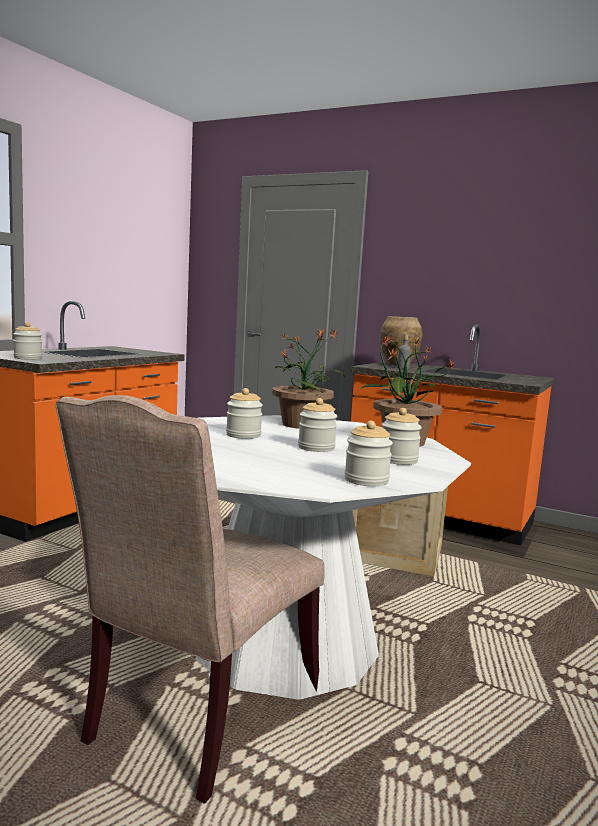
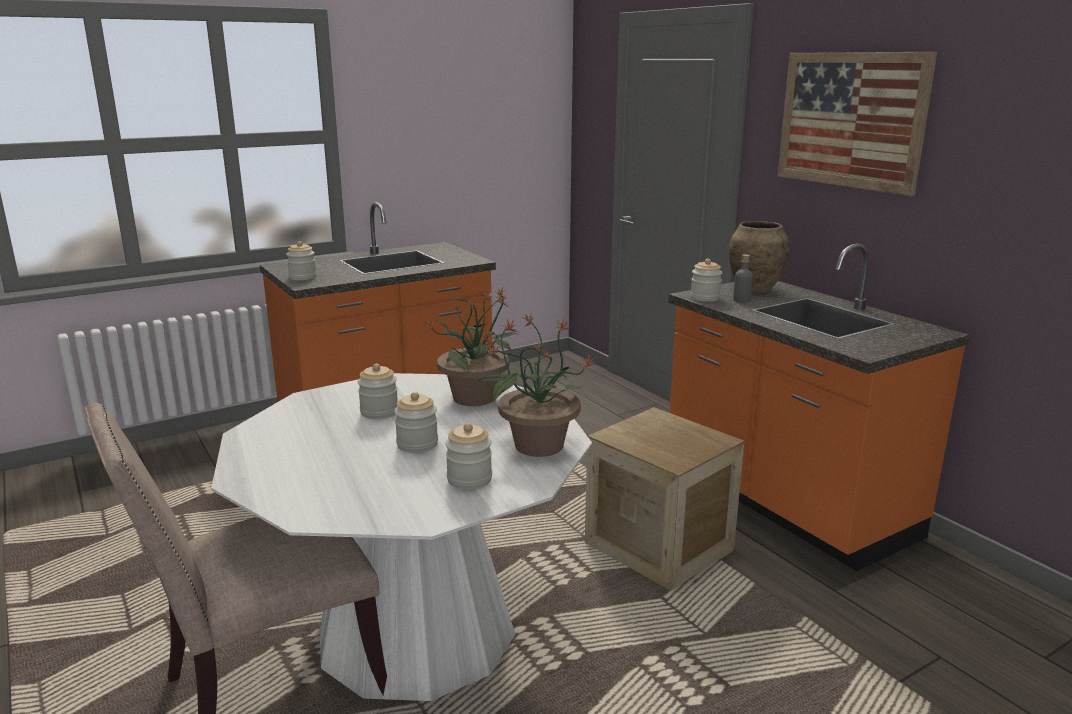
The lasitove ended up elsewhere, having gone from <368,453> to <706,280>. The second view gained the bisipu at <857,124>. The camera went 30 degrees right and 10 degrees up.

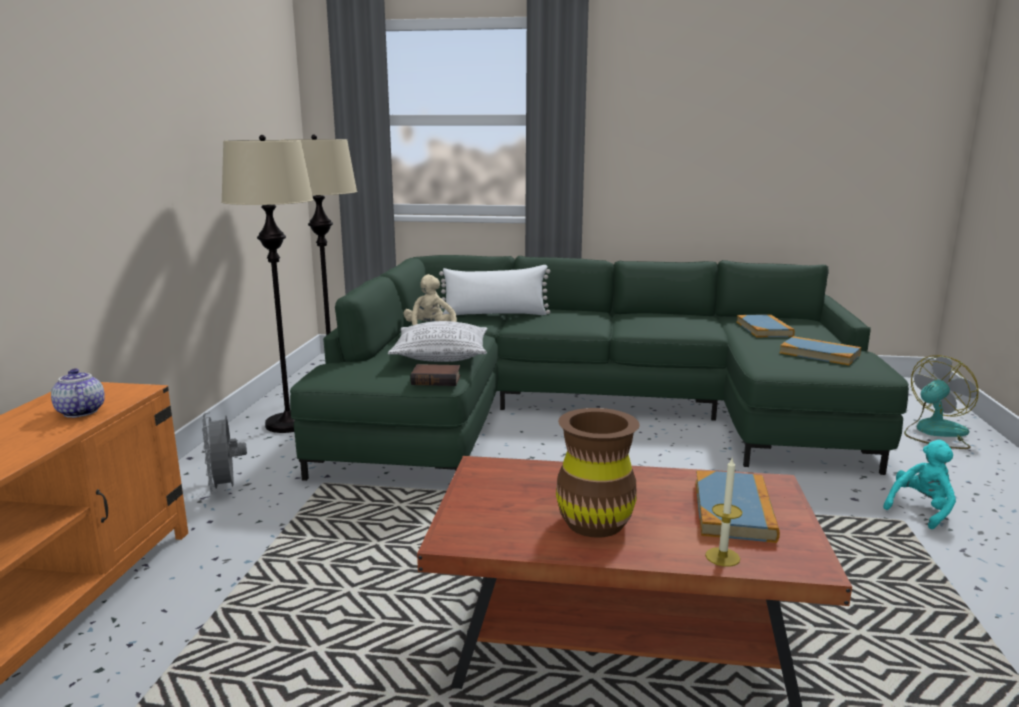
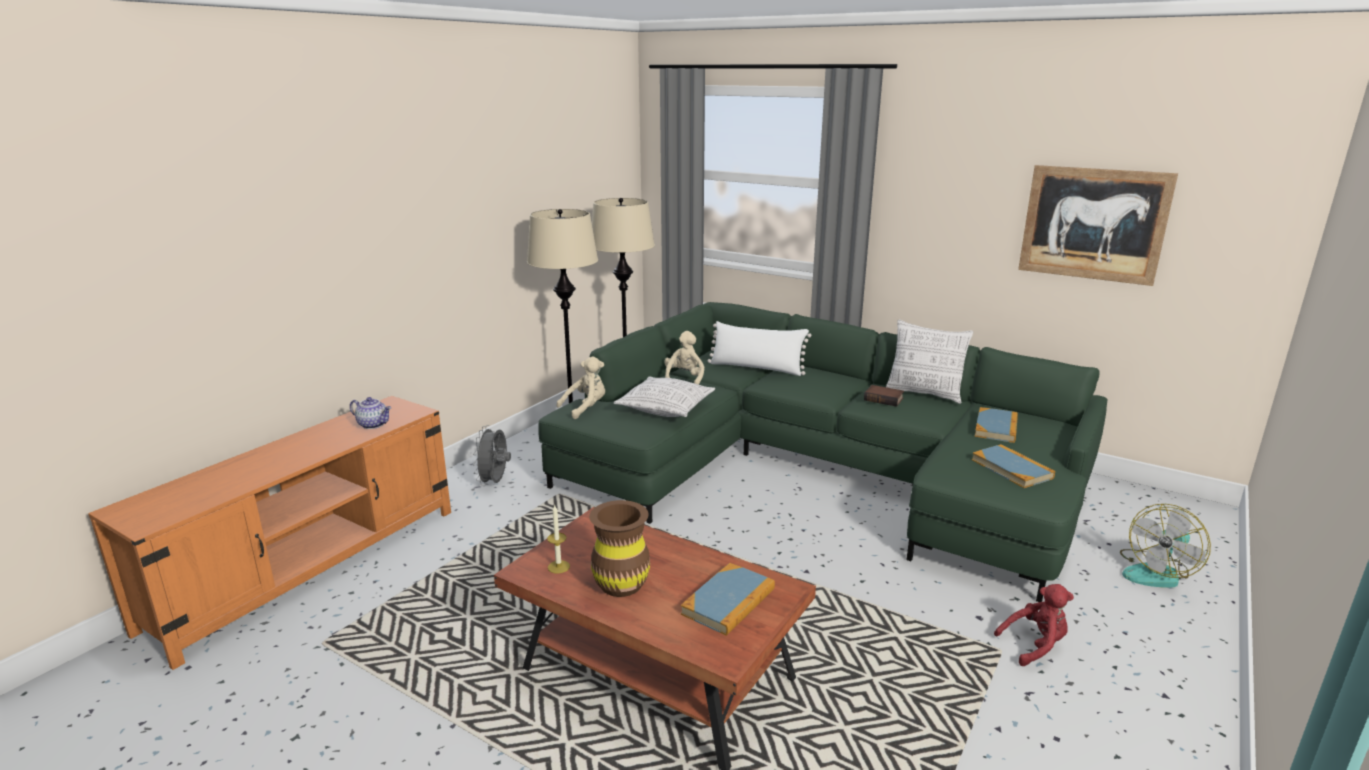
The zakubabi at <941,402> ended up facing another way, 150 degrees clockwise from before. The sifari ended up elsewhere, having gone from <435,375> to <884,396>. The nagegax at <78,393> ended up facing another way, 120 degrees clockwise from before. What was the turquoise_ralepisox at <919,484> turned into the red_ralepisox at <1034,625>. The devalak ended up elsewhere, having gone from <723,511> to <558,539>. The second view gained the bisipu at <1098,225>. The second view gained the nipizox at <929,362>. The second view gained the beige_ralepisox at <580,388>. The camera went 25 degrees right and 5 degrees up.

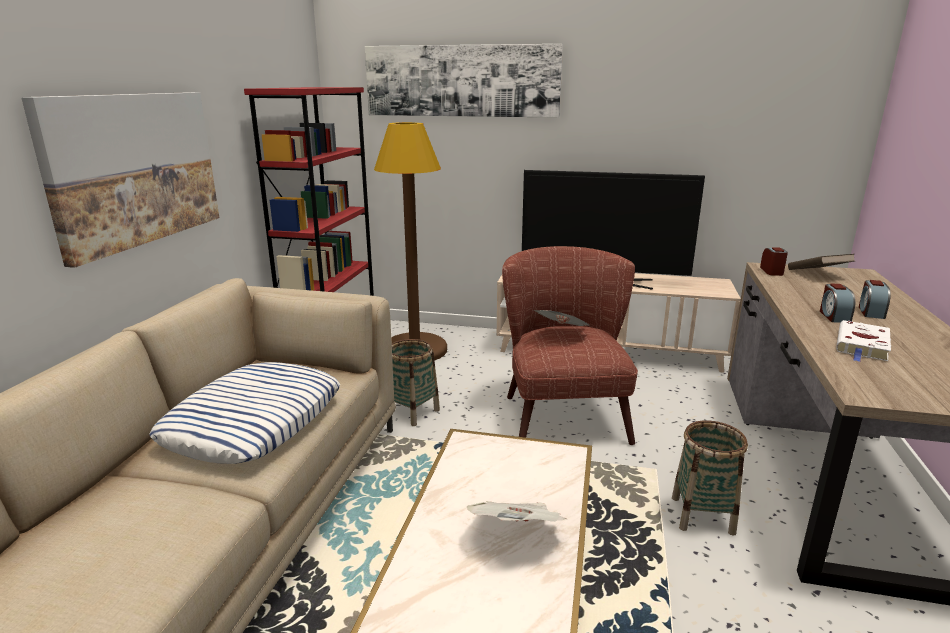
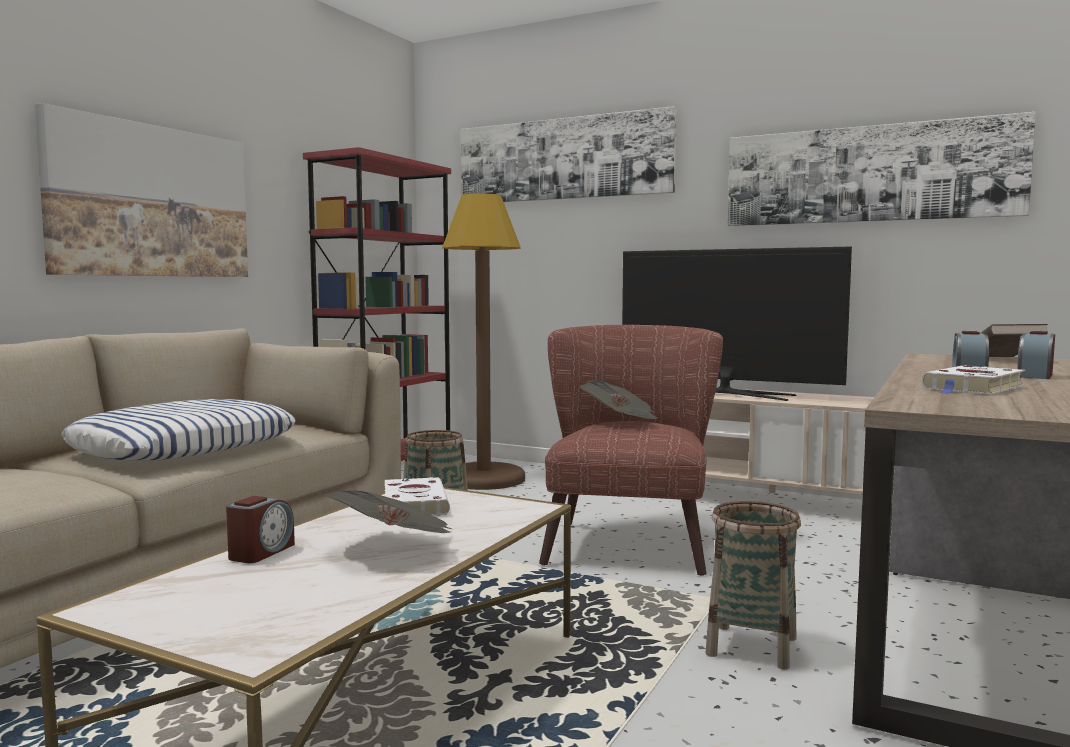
The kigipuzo ended up elsewhere, having gone from <774,261> to <260,529>. The second view gained the bisipu at <882,169>. The second view gained the white_sifari at <417,496>. The camera went 15 degrees right and 15 degrees down.

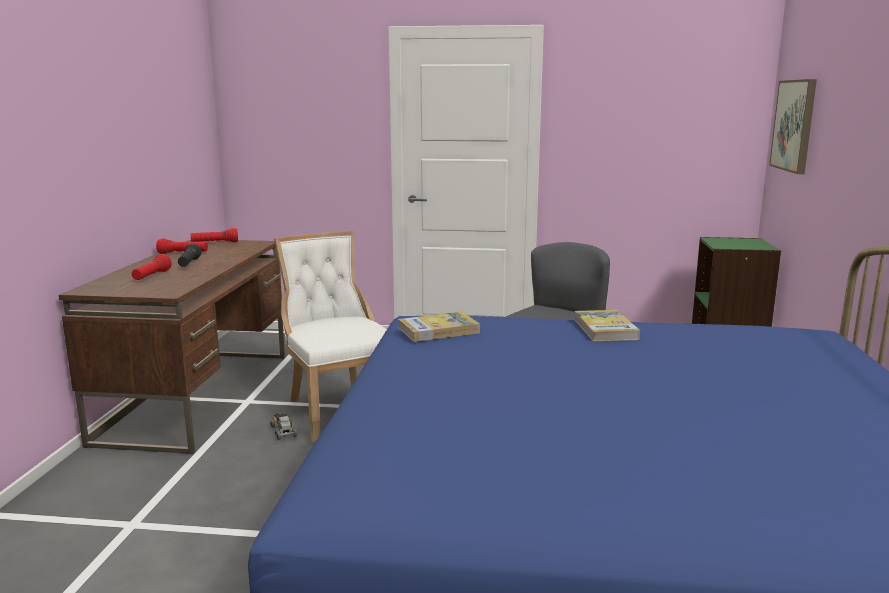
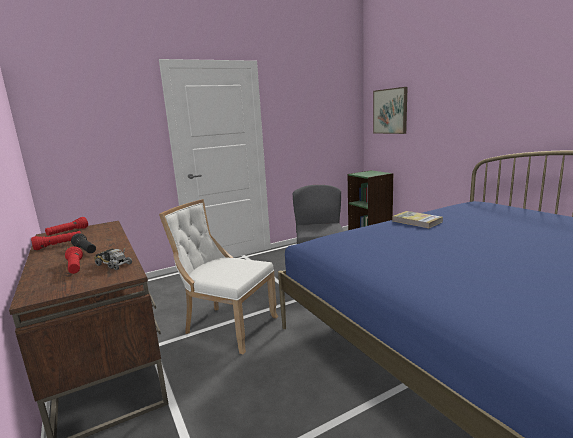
The second view lost the sifari at <439,327>. The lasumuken ended up elsewhere, having gone from <284,426> to <113,259>. The camera went 35 degrees left and 0 degrees up.

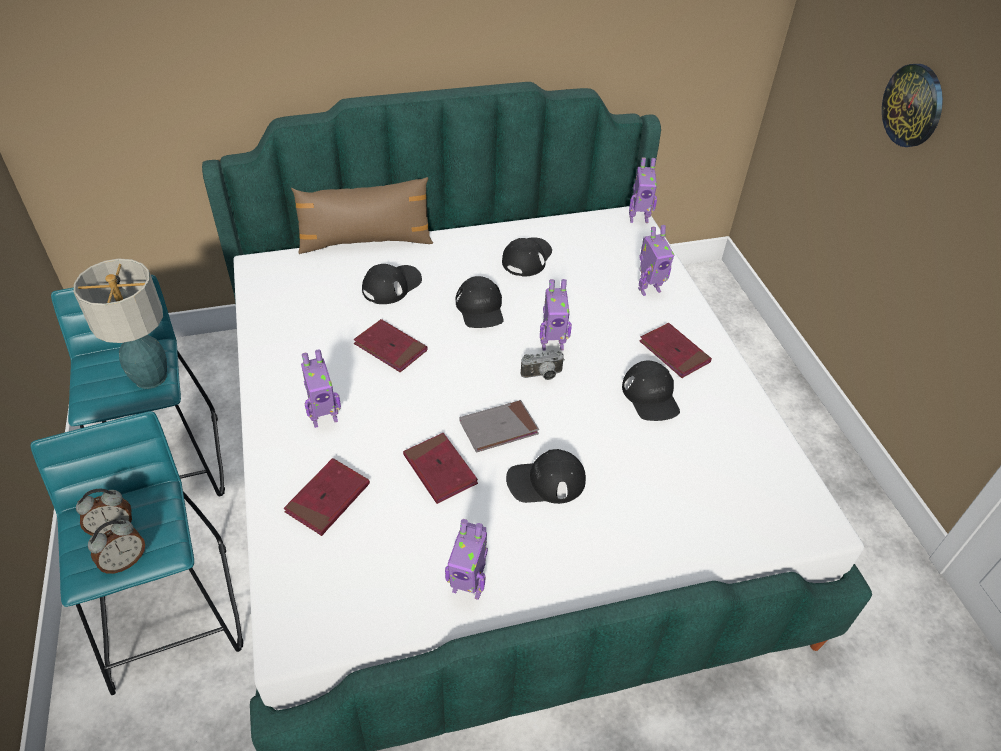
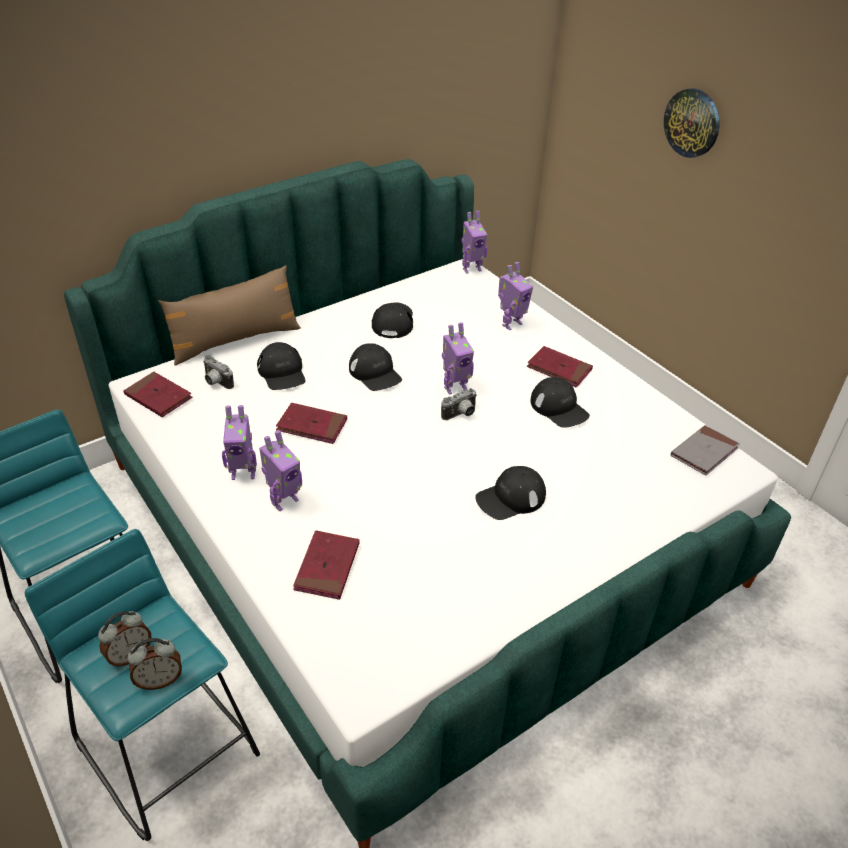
The second view lost the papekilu at <120,324>. The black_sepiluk at <392,283> ended up facing another way, 135 degrees clockwise from before. The grey_sifari ended up elsewhere, having gone from <499,426> to <705,450>. The red_sifari ended up elsewhere, having gone from <440,468> to <157,394>. The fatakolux ended up elsewhere, having gone from <466,559> to <239,442>. The kigipuzo at <116,547> ended up facing another way, 45 degrees clockwise from before. The second view gained the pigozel at <218,371>. The camera went 20 degrees left and 5 degrees down.

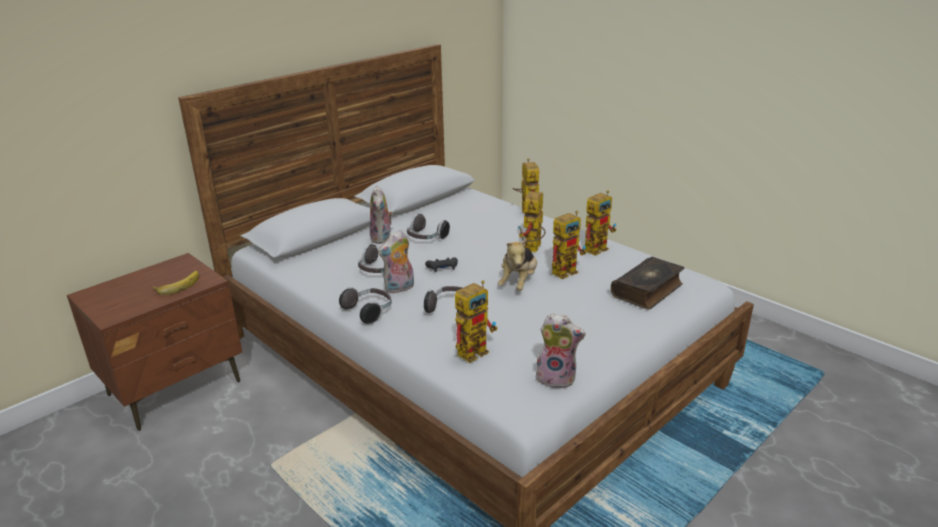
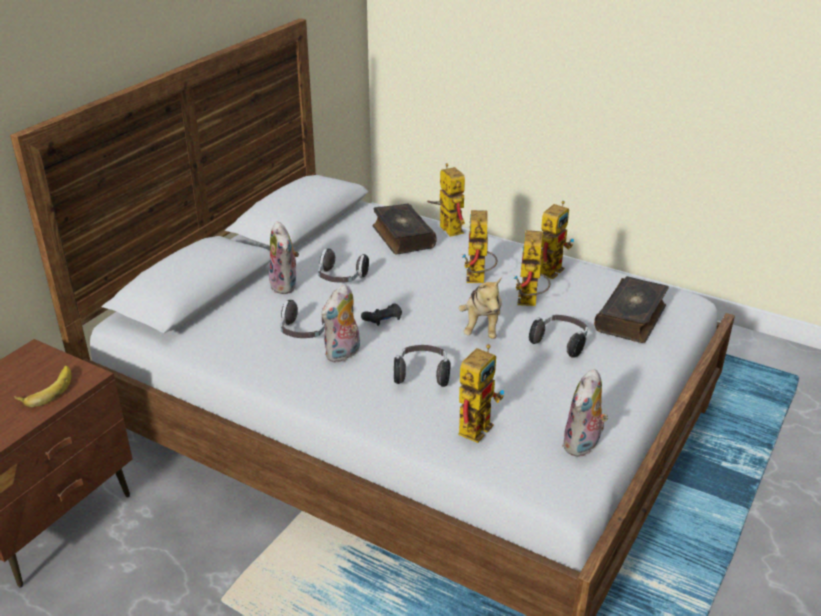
The fatakolux at <569,245> ended up facing another way, 150 degrees clockwise from before. The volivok ended up elsewhere, having gone from <365,305> to <558,336>. The ralepisox at <561,351> ended up facing another way, 120 degrees clockwise from before. The second view gained the sifari at <405,229>. The camera went 15 degrees left and 5 degrees up.

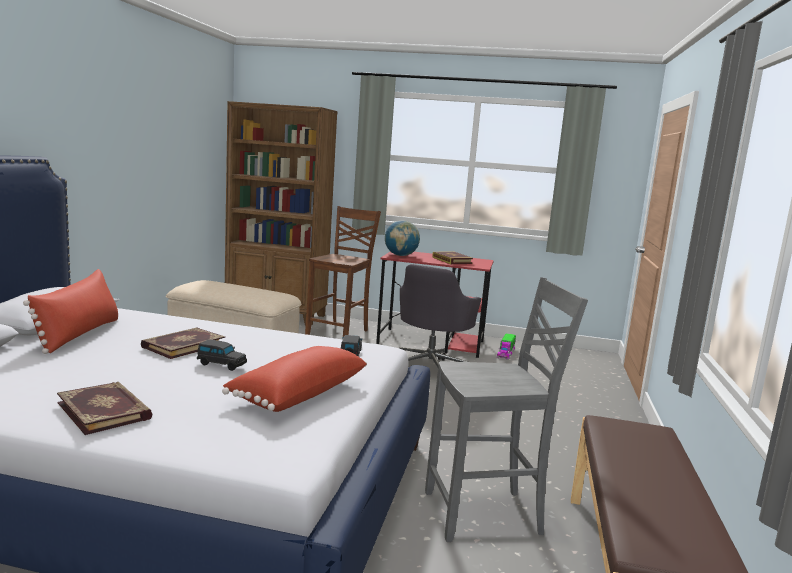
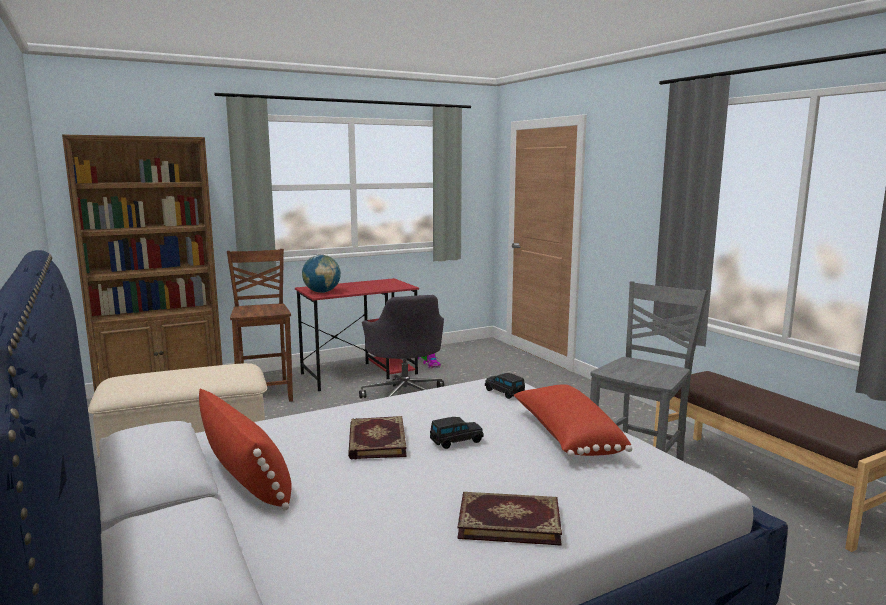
The second view lost the sifari at <452,258>. The camera went 40 degrees left and 0 degrees up.

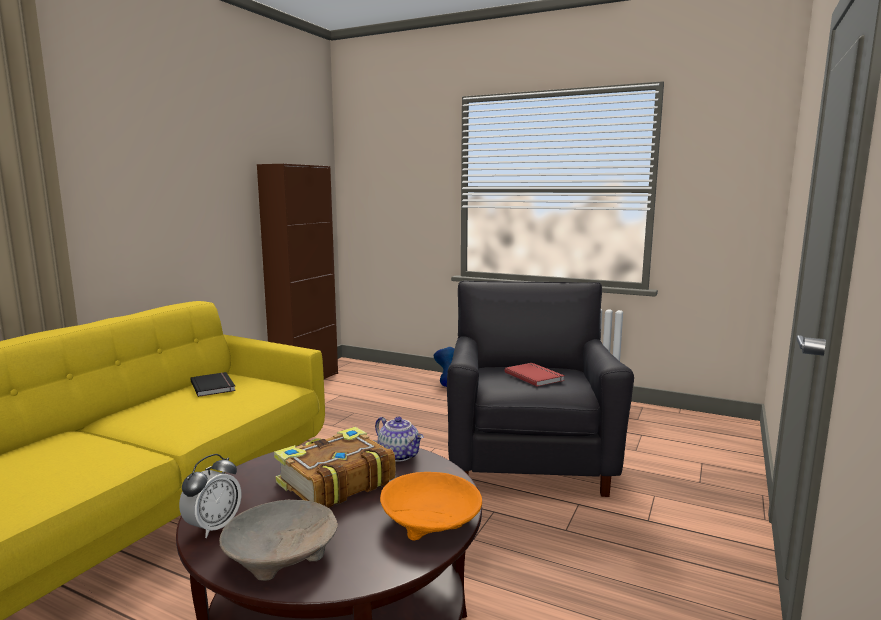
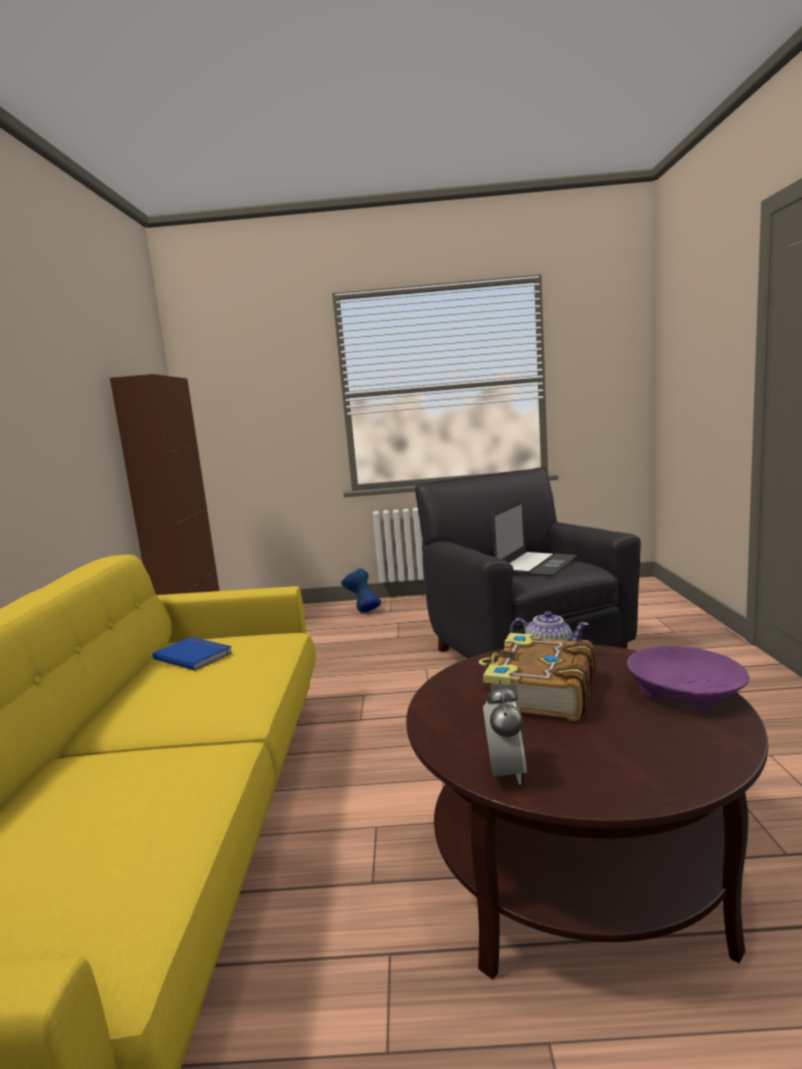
Where the red_sifari stood at <535,375>, the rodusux came to stand at <534,538>. What was the black_sifari at <213,384> turned into the blue_sifari at <192,654>. What was the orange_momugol at <431,506> turned into the purple_momugol at <688,679>. The second view lost the beige_momugol at <278,540>. The camera went 25 degrees left and 0 degrees up.

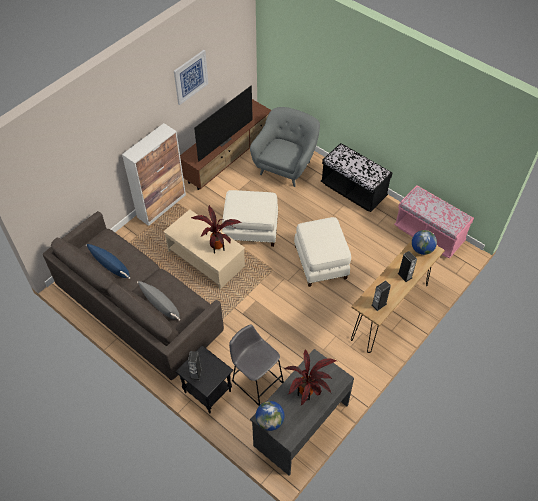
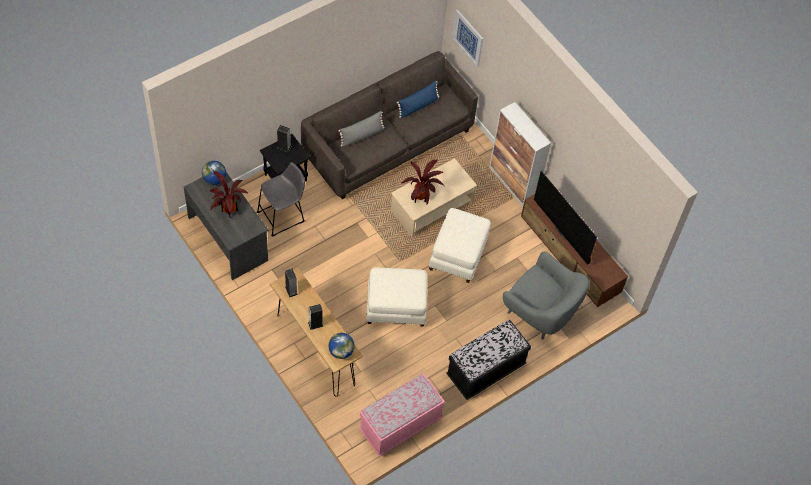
The bisipu ended up elsewhere, having gone from <191,77> to <467,38>. The camera went 100 degrees right and 5 degrees up.

